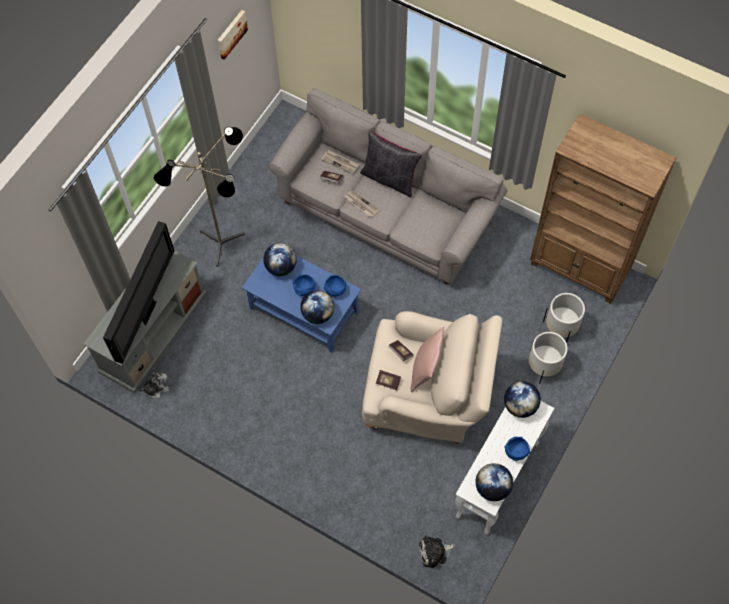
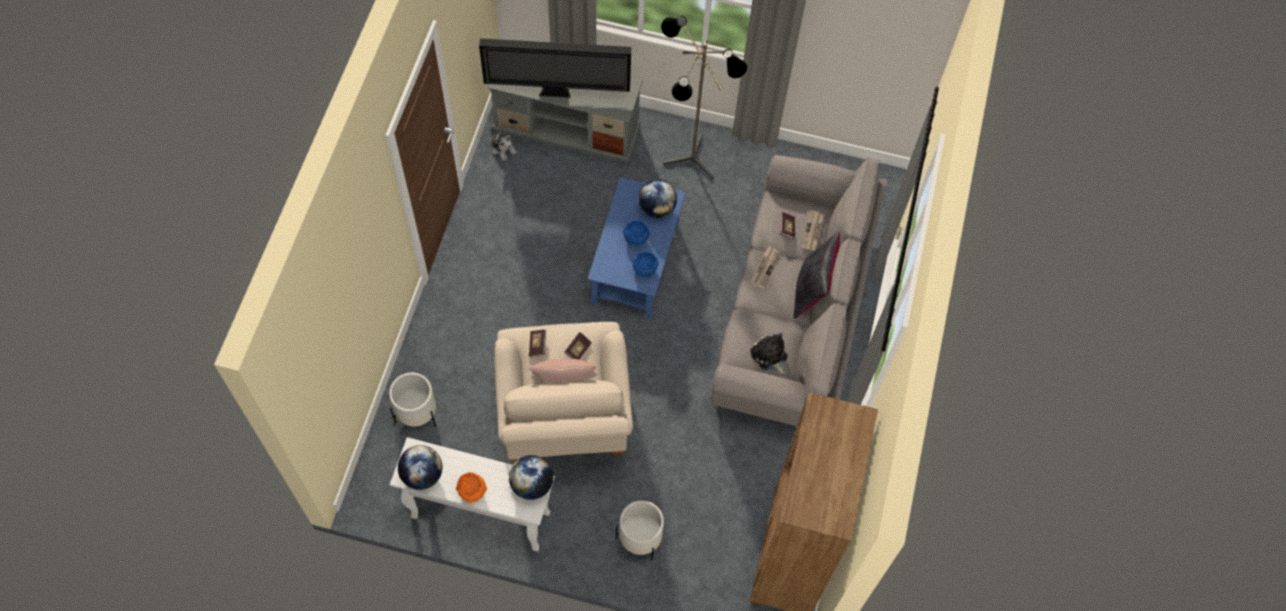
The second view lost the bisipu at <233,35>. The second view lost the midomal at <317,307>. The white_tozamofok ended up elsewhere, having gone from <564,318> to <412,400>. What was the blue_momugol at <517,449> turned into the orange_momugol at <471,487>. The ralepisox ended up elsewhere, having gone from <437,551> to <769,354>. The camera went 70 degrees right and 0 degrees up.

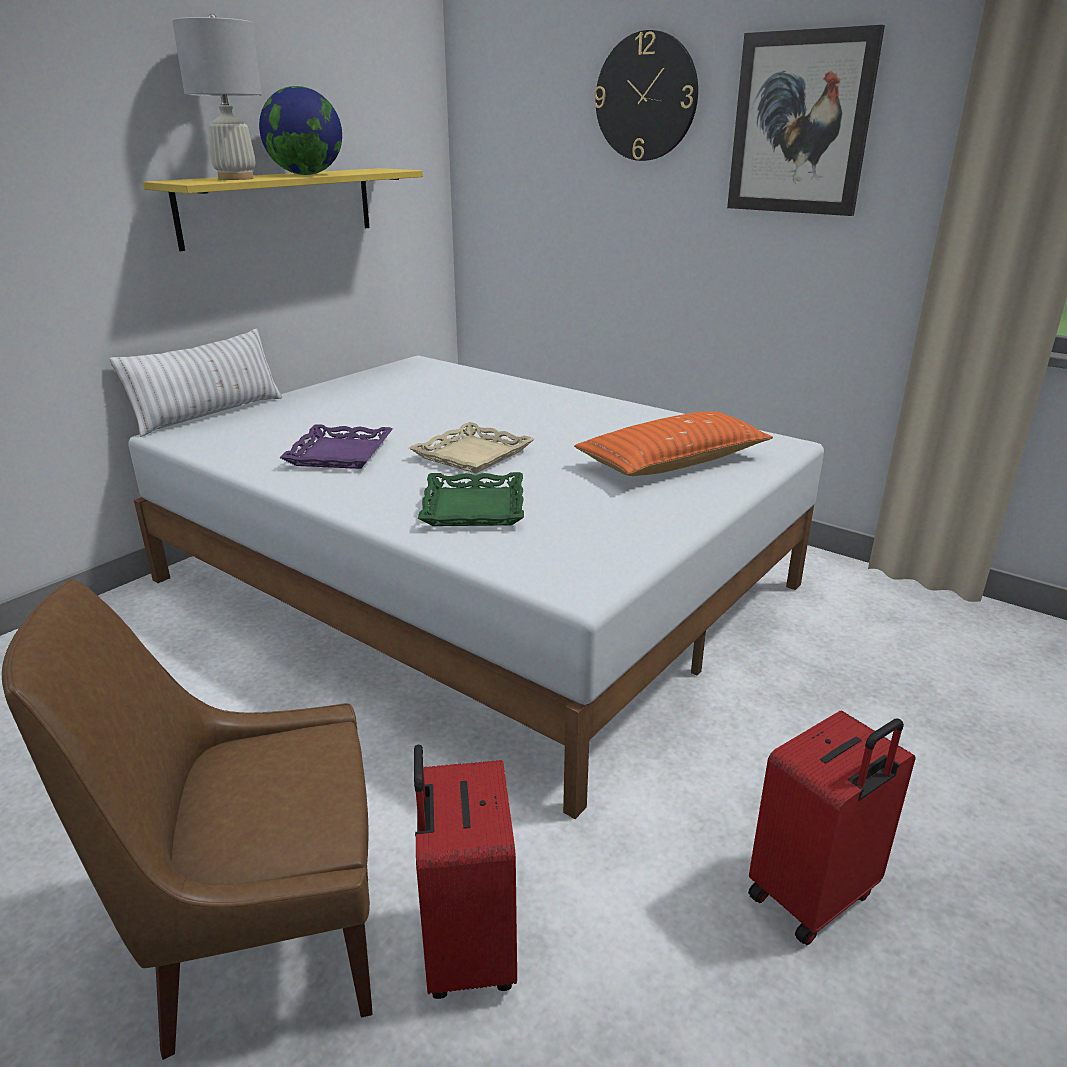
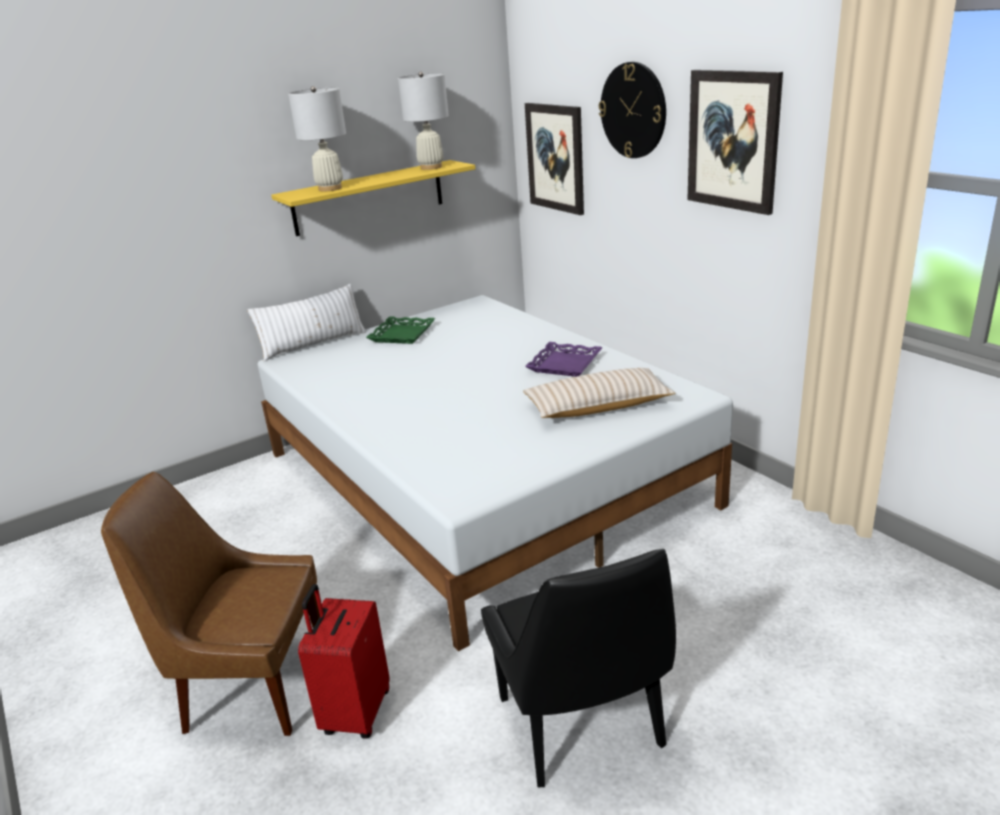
The second view lost the midomal at <300,130>. What was the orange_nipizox at <673,443> turned into the beige_nipizox at <599,393>. The second view lost the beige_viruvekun at <471,447>. The purple_viruvekun ended up elsewhere, having gone from <336,446> to <564,359>. The green_viruvekun ended up elsewhere, having gone from <471,499> to <400,330>. Where the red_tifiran stood at <831,828>, the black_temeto came to stand at <578,668>. The second view gained the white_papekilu at <423,121>. The second view gained the bisipu at <554,159>. The camera went 20 degrees right and 0 degrees up.

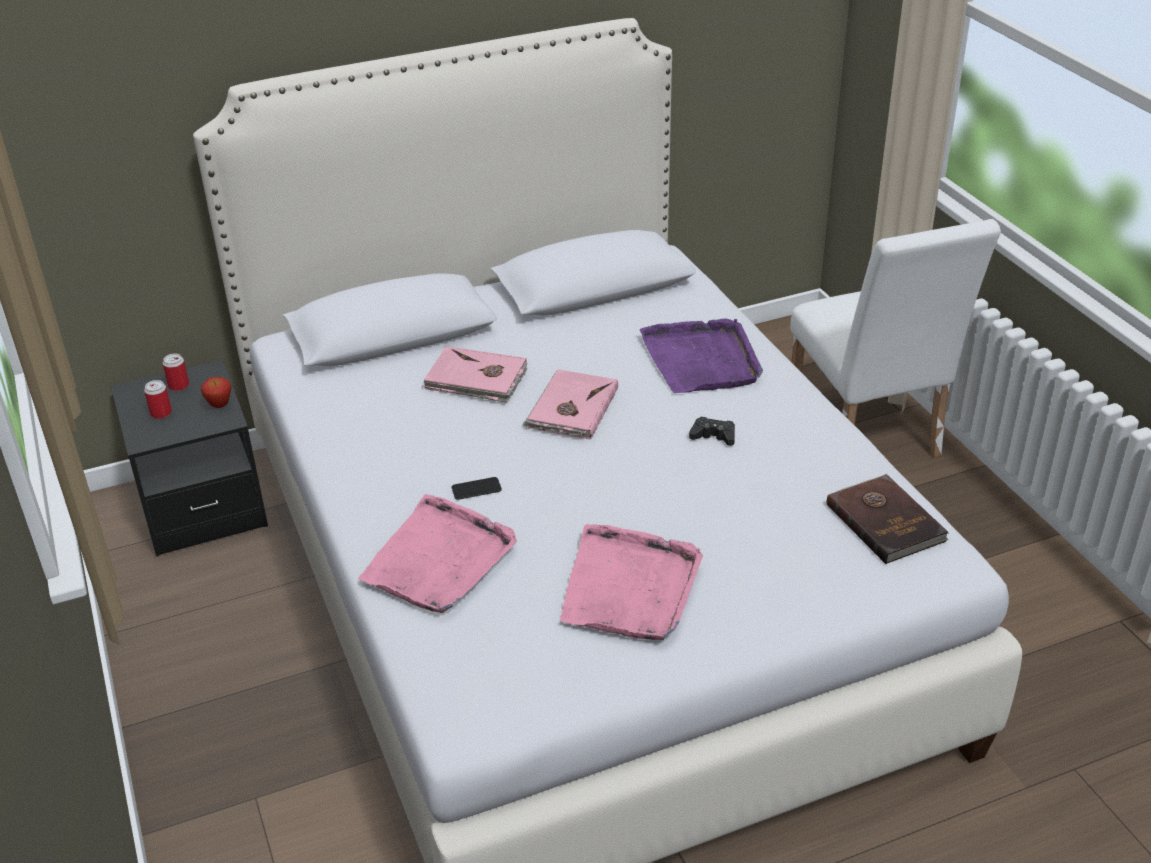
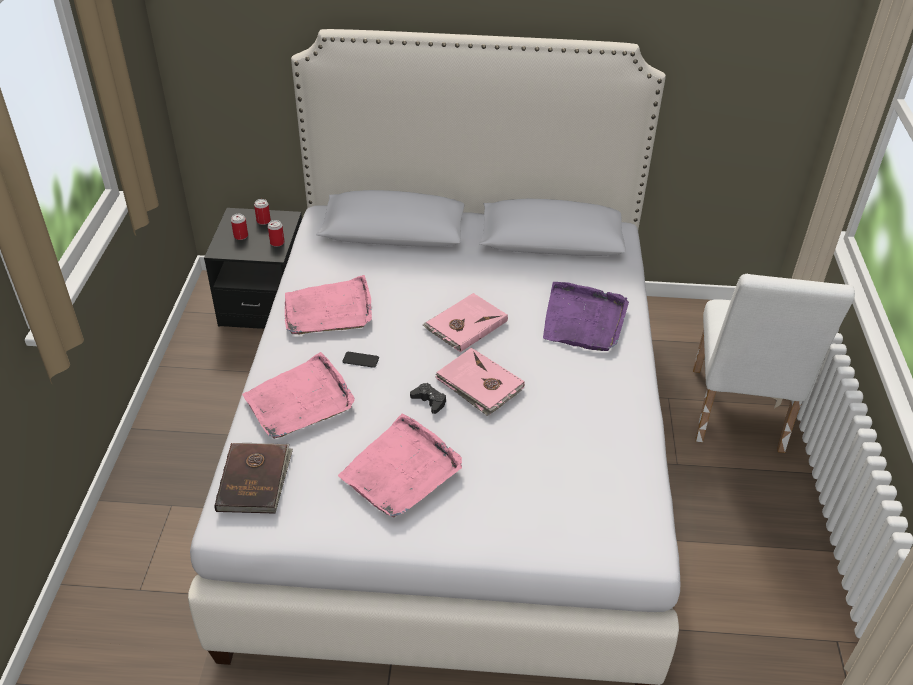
The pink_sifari ended up elsewhere, having gone from <475,374> to <480,382>. Where the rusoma stood at <216,392>, the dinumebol came to stand at <276,233>. The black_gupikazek ended up elsewhere, having gone from <712,431> to <428,398>. The brown_sifari ended up elsewhere, having gone from <888,519> to <253,478>. The second view gained the pink_viruvekun at <328,304>. The camera went 25 degrees right and 5 degrees up.

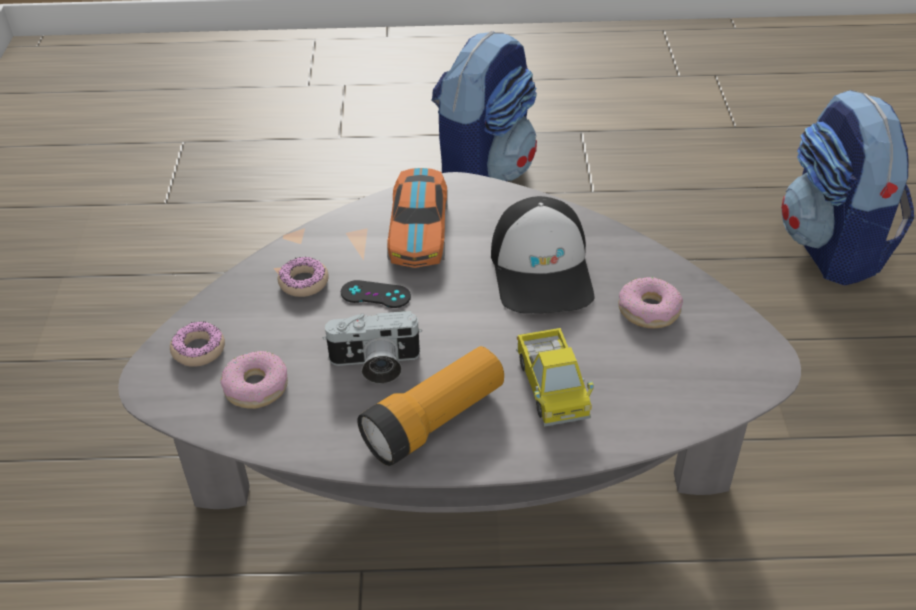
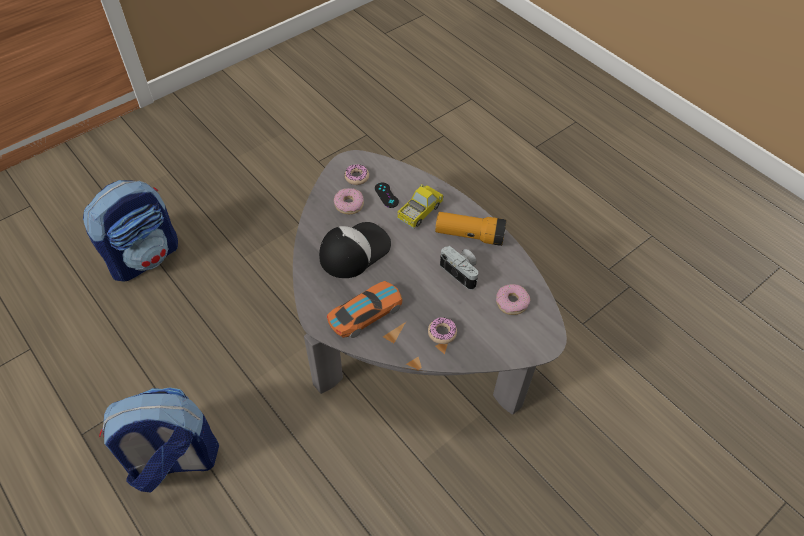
The black_gupikazek ended up elsewhere, having gone from <376,294> to <387,195>. The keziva ended up elsewhere, having gone from <197,344> to <356,174>. The camera went 130 degrees left and 10 degrees up.

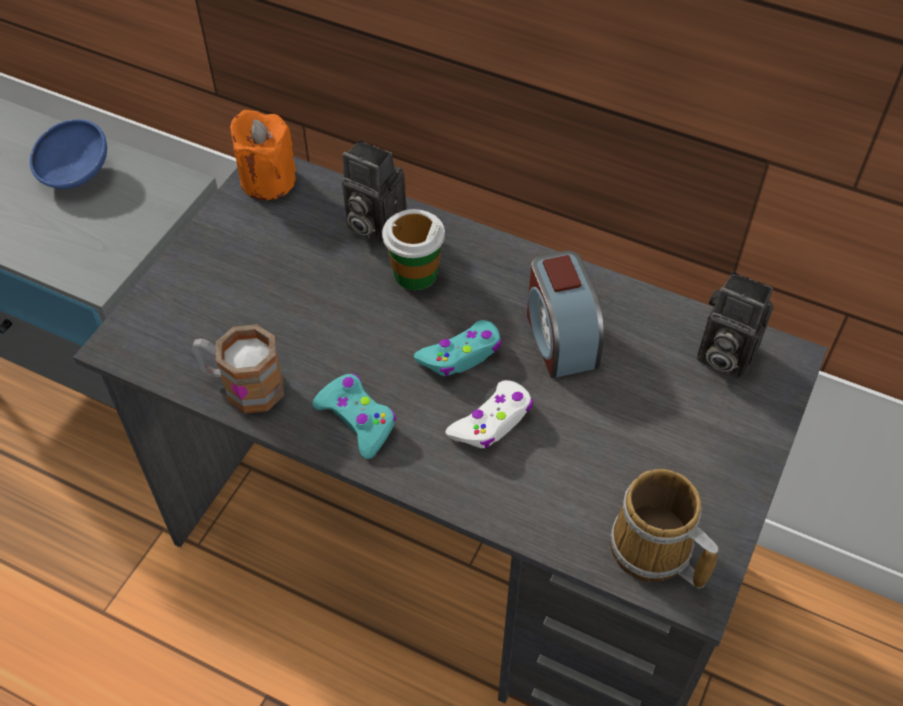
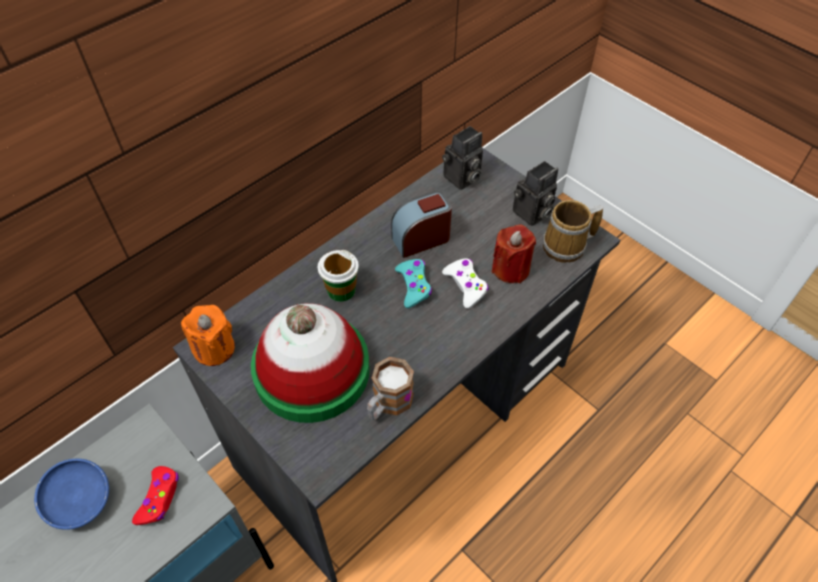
The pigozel ended up elsewhere, having gone from <374,192> to <535,193>. The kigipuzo at <565,314> ended up facing another way, 150 degrees clockwise from before. The second view lost the turquoise_gupikazek at <354,416>. The second view gained the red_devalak at <514,253>. The second view gained the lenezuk at <310,363>. The second view gained the red_gupikazek at <155,495>. The camera went 70 degrees left and 0 degrees up.

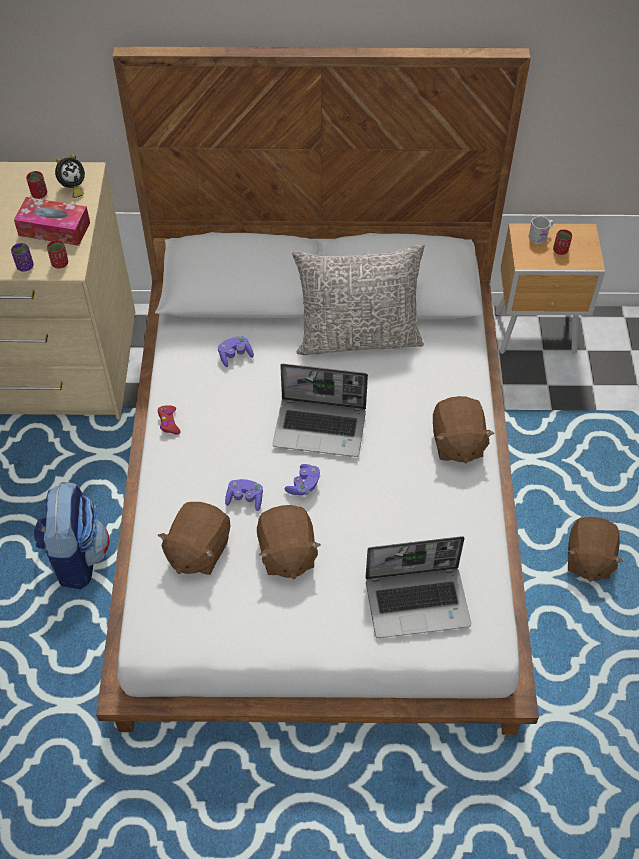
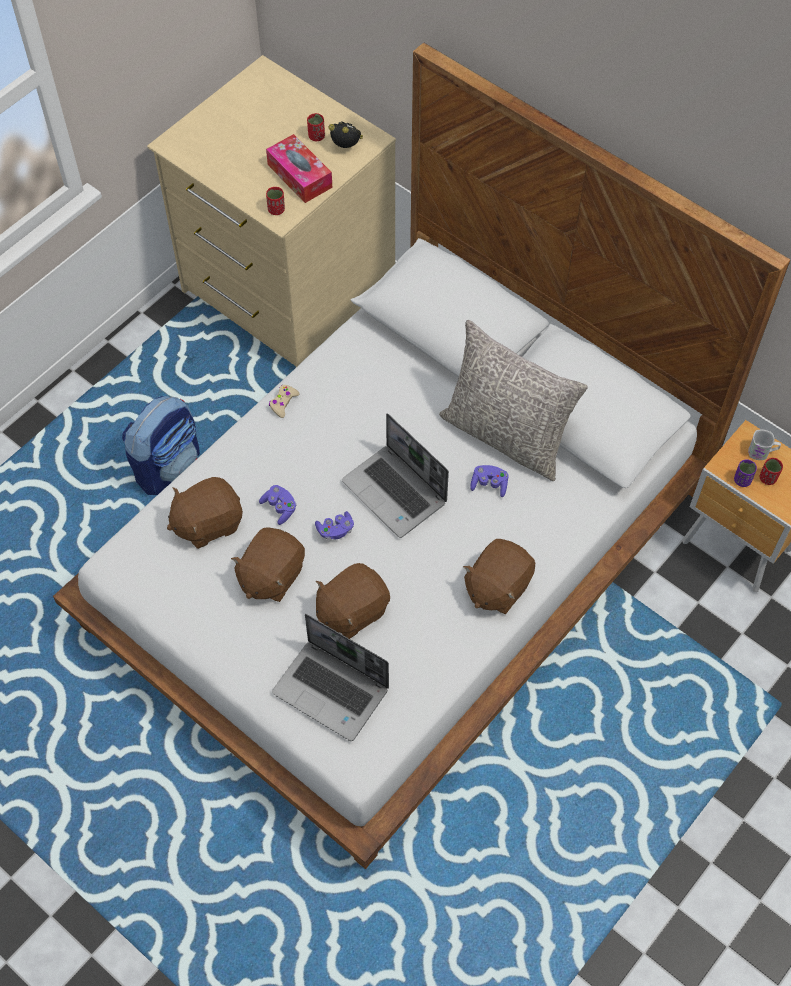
The kigipuzo at <70,176> ended up facing another way, 150 degrees counterclockwise from before. The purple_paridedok ended up elsewhere, having gone from <22,257> to <745,473>. The purple_gupikazek ended up elsewhere, having gone from <236,351> to <489,481>. What was the red_gupikazek at <169,419> turned into the beige_gupikazek at <284,401>. The brown_ralepisox ended up elsewhere, having gone from <595,549> to <353,601>. The camera went 40 degrees right and 5 degrees up.

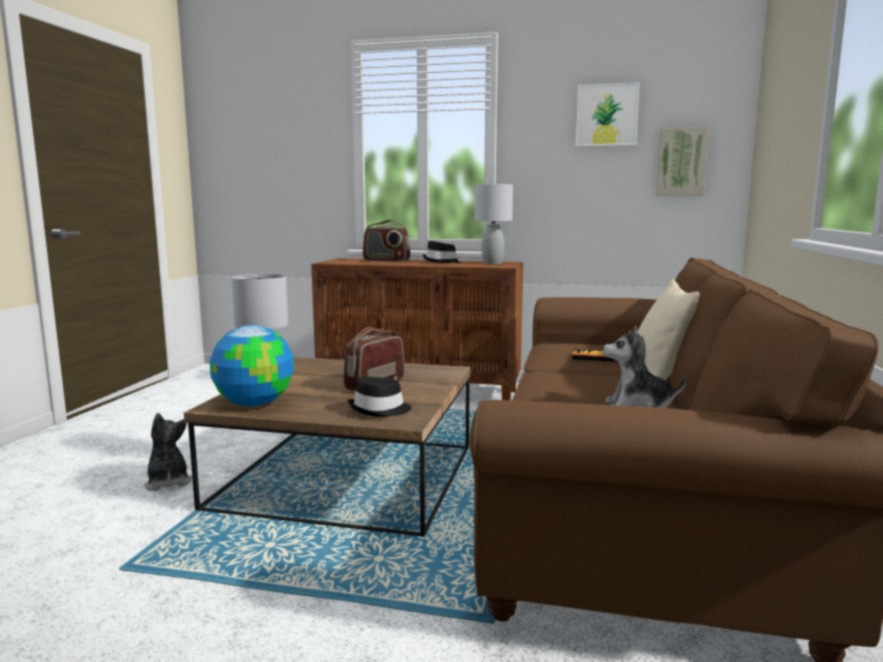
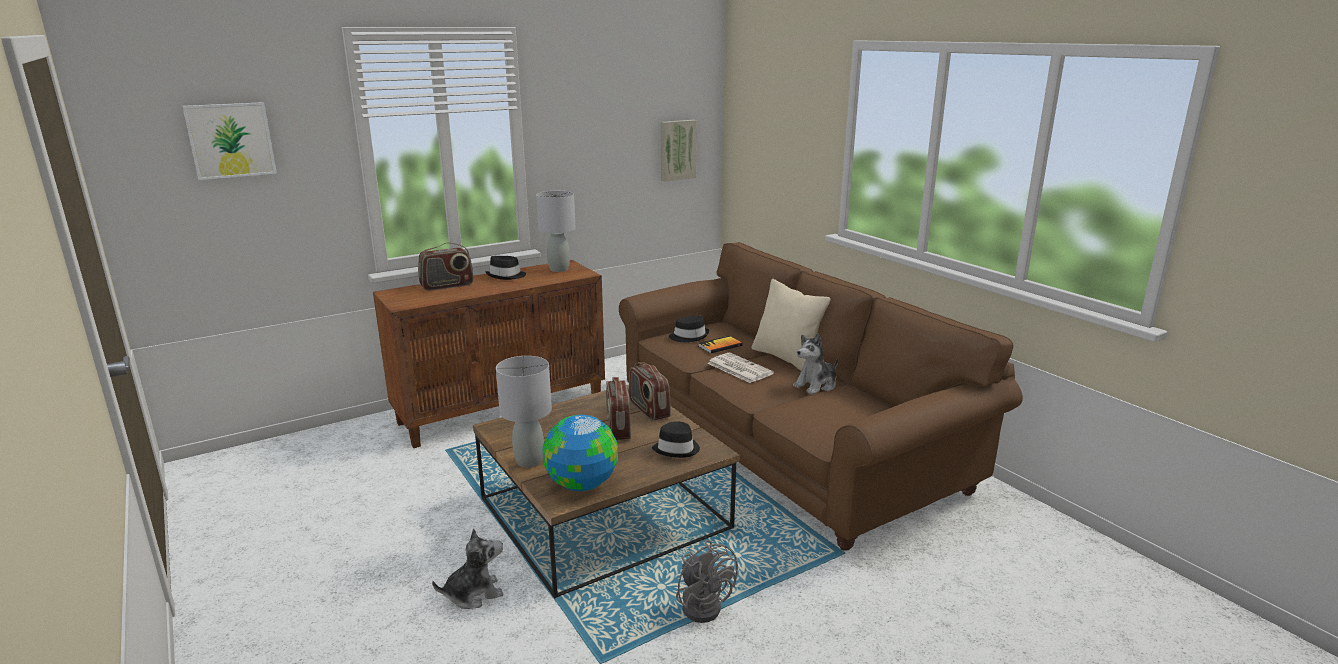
The bisipu ended up elsewhere, having gone from <607,114> to <229,141>. The ralepisox at <168,452> ended up facing another way, 135 degrees clockwise from before. The second view gained the black_lenezuk at <689,328>. The second view gained the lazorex at <740,368>. The second view gained the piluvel at <650,391>. The second view gained the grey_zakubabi at <707,581>. The camera went 45 degrees left and 10 degrees up.

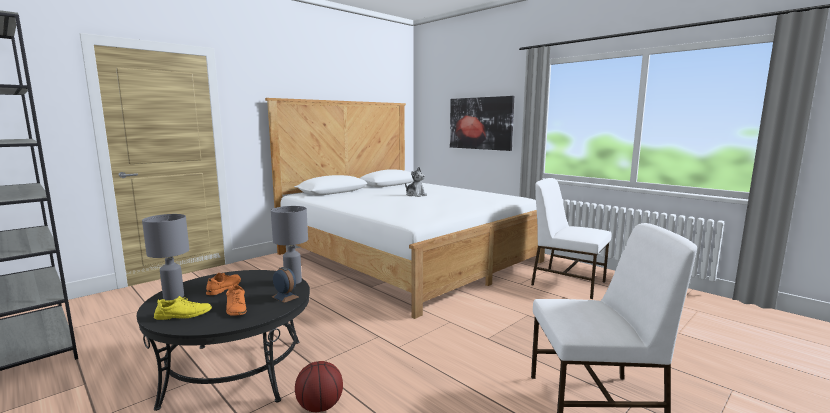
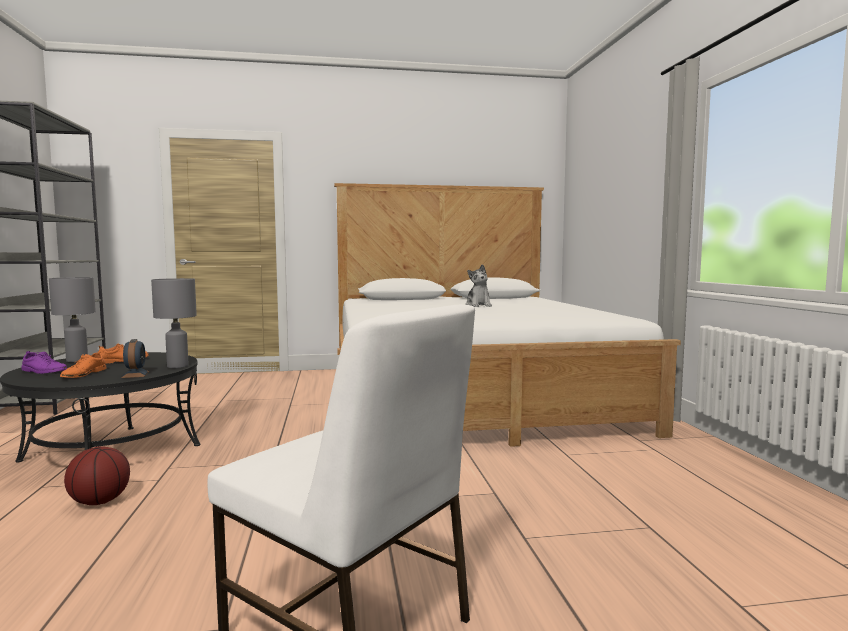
The second view lost the bisipu at <482,123>. The second view lost the white_temeto at <571,238>. What was the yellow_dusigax at <183,308> turned into the purple_dusigax at <45,362>. The camera went 35 degrees right and 5 degrees down.

